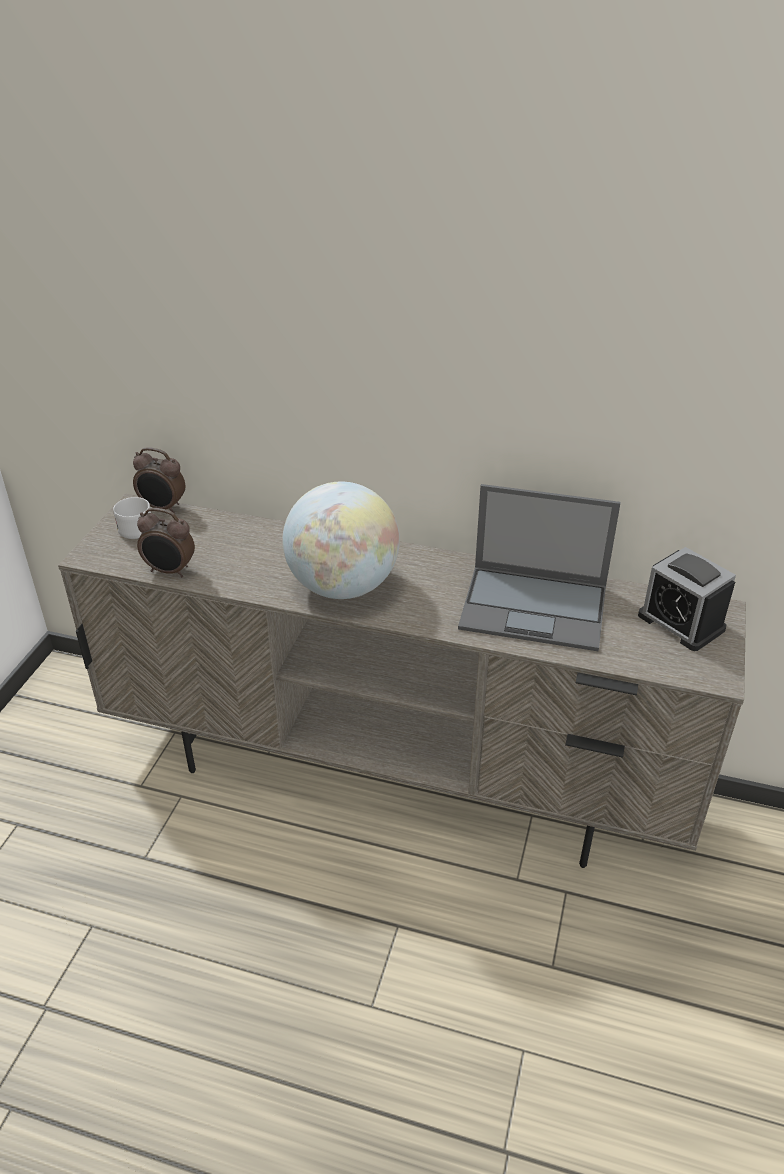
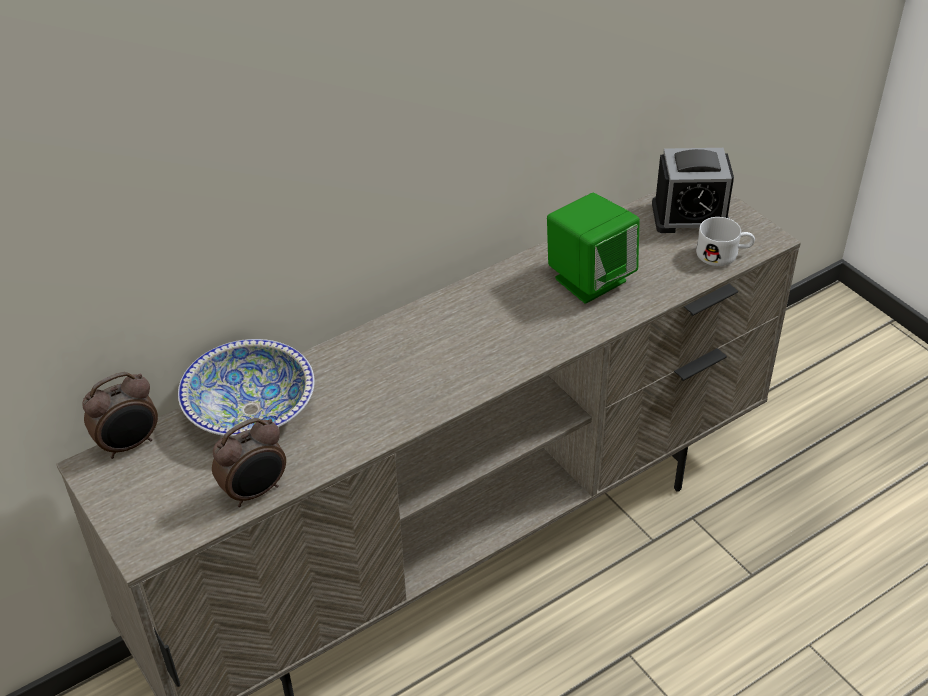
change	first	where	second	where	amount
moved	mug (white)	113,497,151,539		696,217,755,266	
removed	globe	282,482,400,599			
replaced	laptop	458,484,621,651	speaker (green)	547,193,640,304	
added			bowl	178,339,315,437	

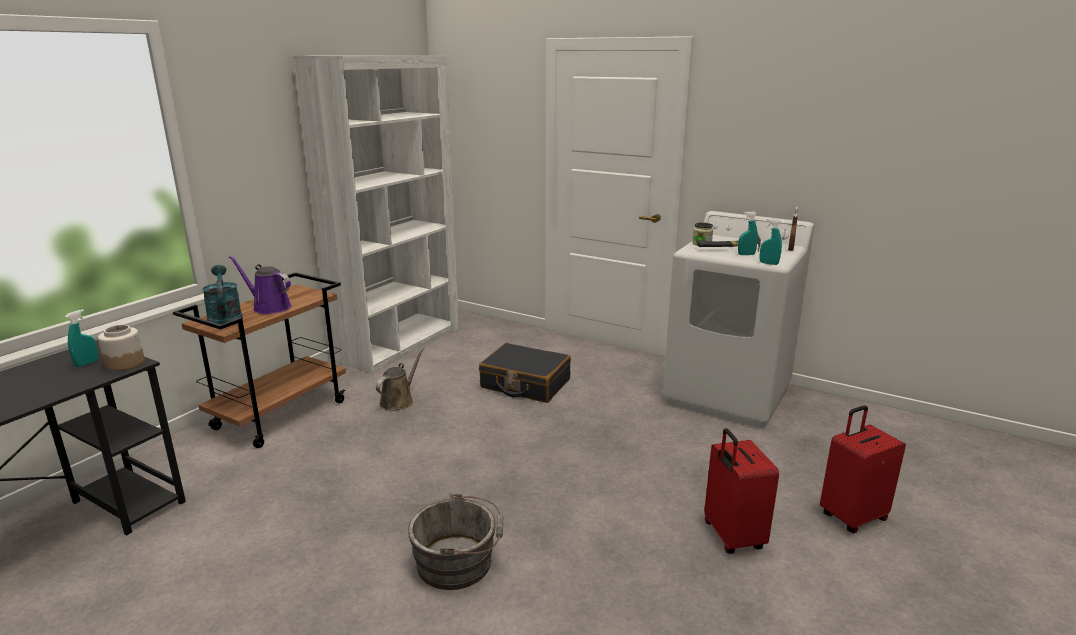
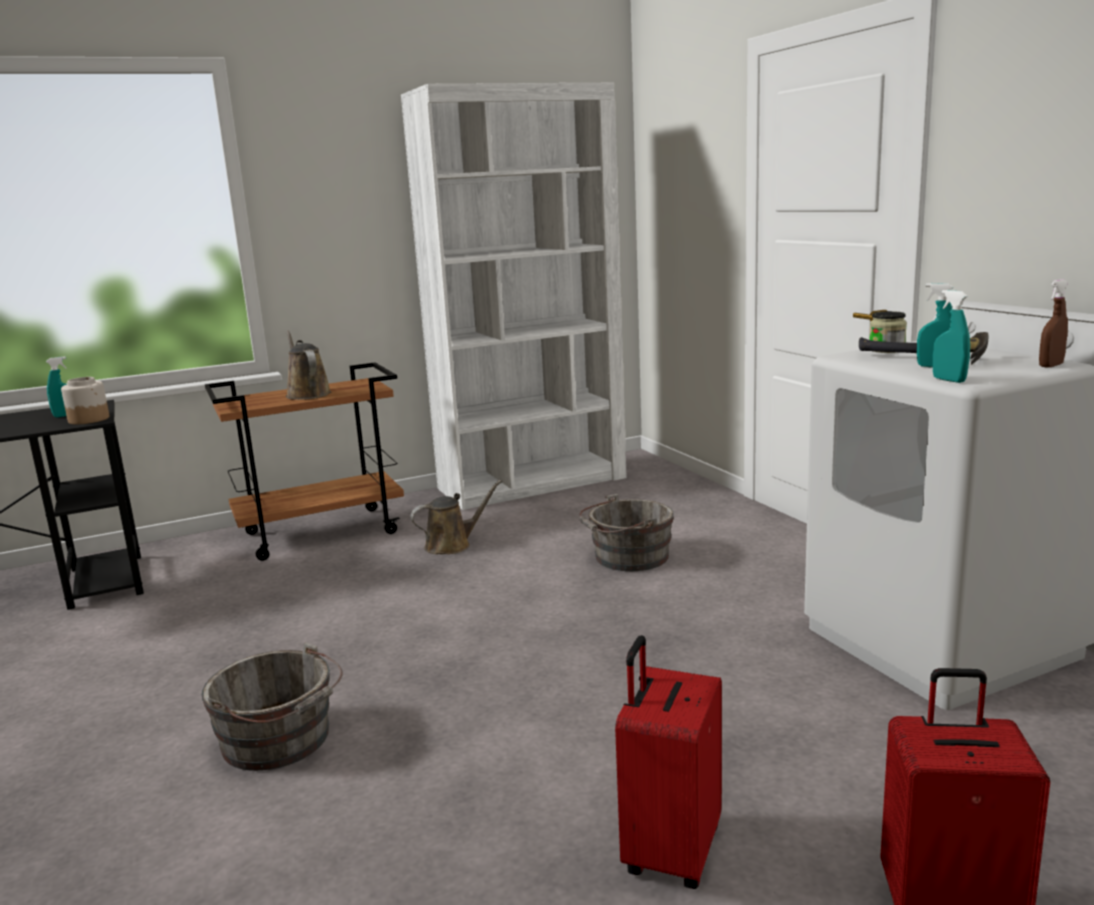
change	first	where	second	where	amount
removed	watering can (turquoise)	202,265,243,324			
recoloured	watering can (purple)	229,256,291,314	watering can (brown)	286,331,332,400	
replaced	suitcase (black)	479,343,571,403	bucket (grey)	580,494,674,571	

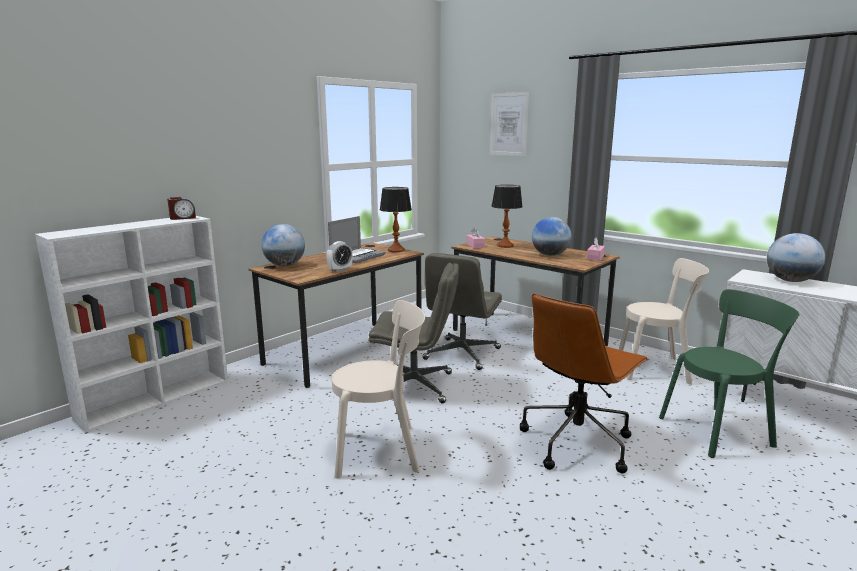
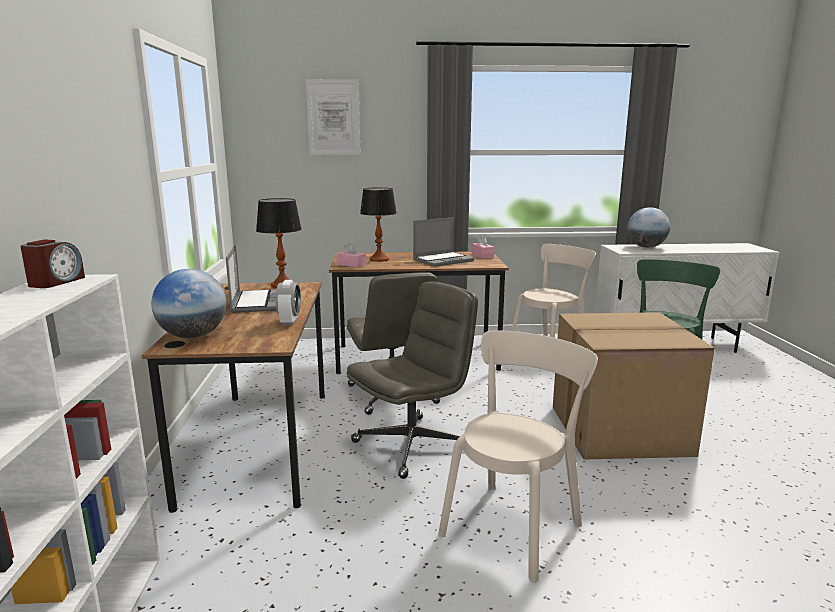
change	first	where	second	where	amount
replaced	office chair (brown)	520,293,649,474	cardboard box	553,312,715,459	
replaced	globe	532,217,571,256	laptop	413,217,475,267	

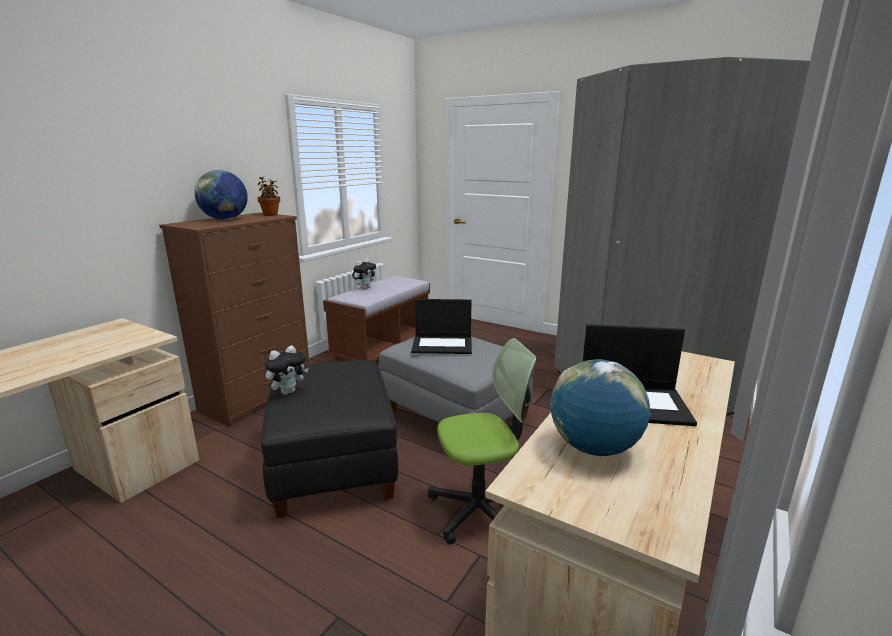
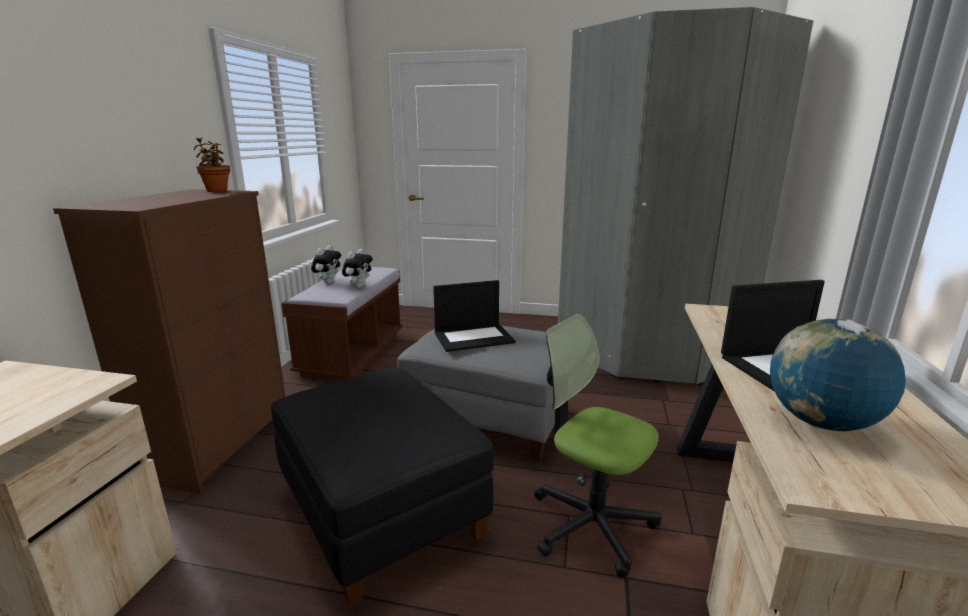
change	first	where	second	where	amount
removed	globe	194,170,248,220			
moved	plush toy	265,346,309,395		342,249,373,288	
turned	office chair	428,338,537,545		534,314,662,578	105 degrees counterclockwise

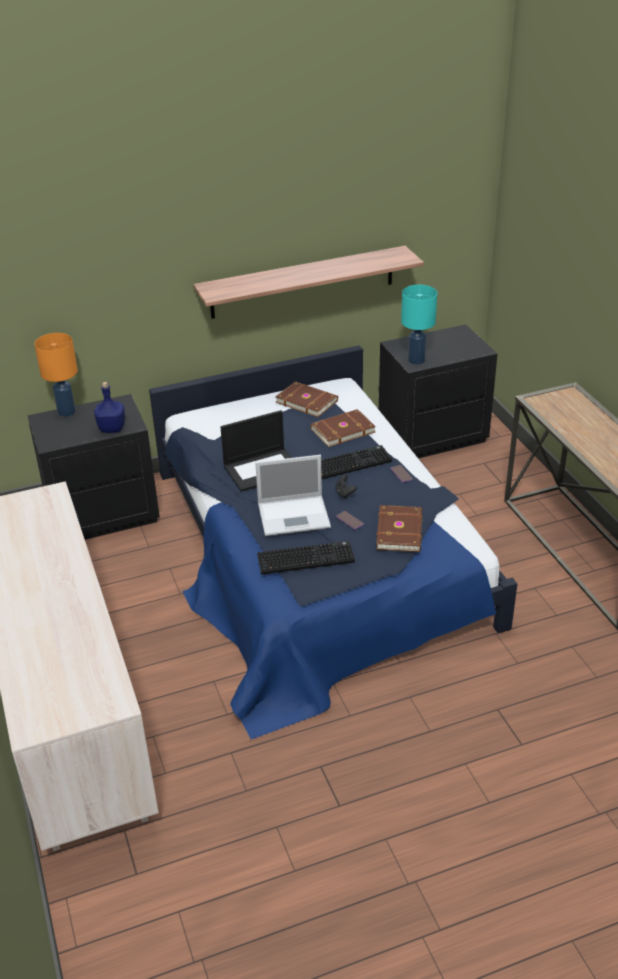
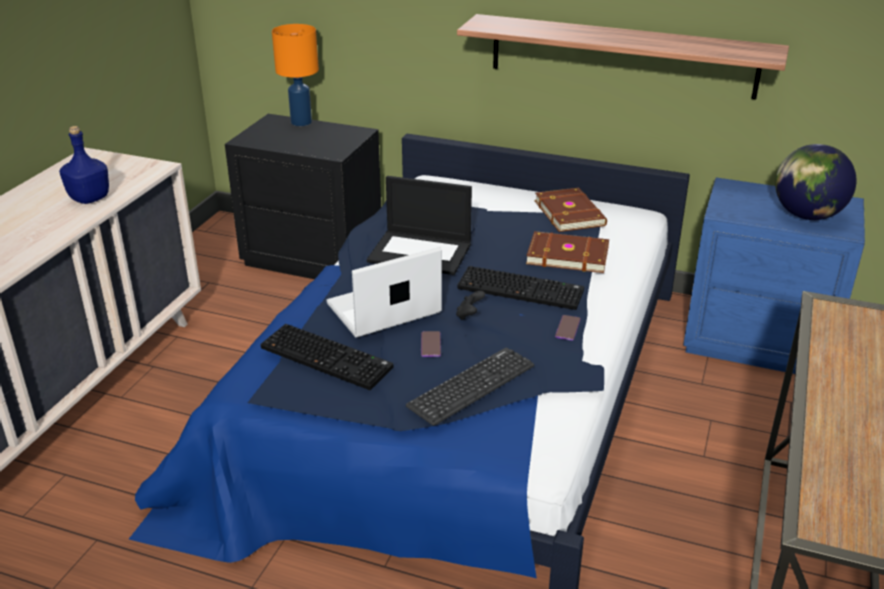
change	first	where	second	where	amount
moved	bottle (blue)	94,382,125,433		59,126,109,204	
turned	laptop	255,455,331,536		327,247,442,337	120 degrees clockwise
replaced	book (brown)	376,505,423,552	keyboard	406,348,534,426	
recoloured	nightstand (black)	379,324,498,458	nightstand (blue)	683,177,865,374	
removed	table lamp (turquoise)	401,285,437,365			
added			globe	775,144,856,220	

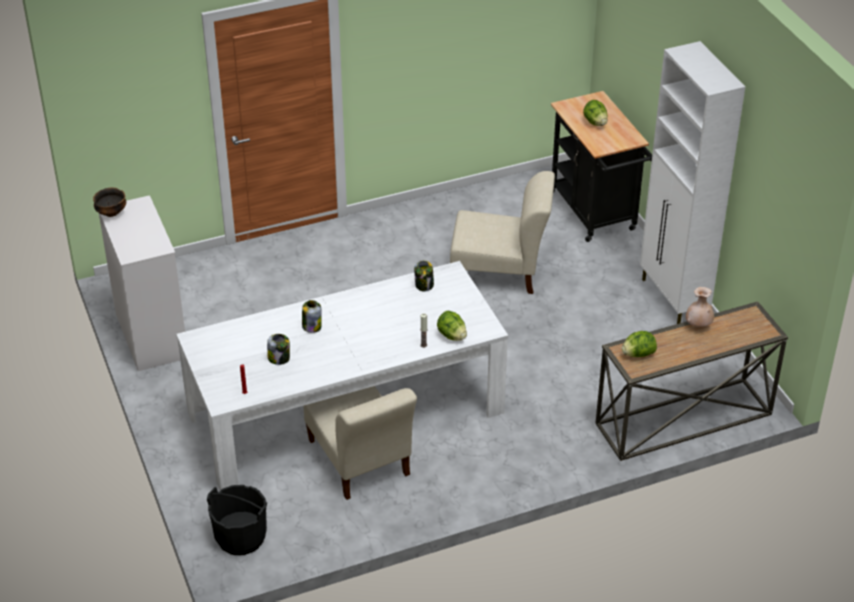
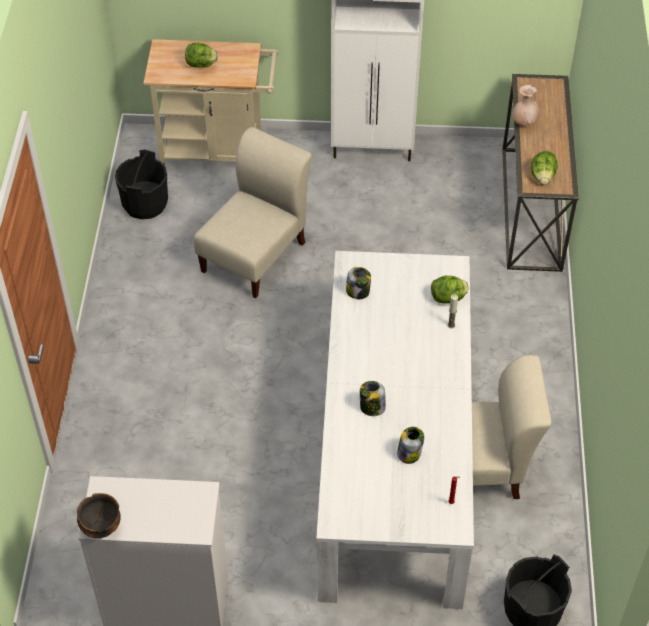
change	first	where	second	where	amount
recoloured	cart (black)	551,91,652,242	cart (beige)	144,39,278,165	
added			bucket (black)	115,149,168,219	

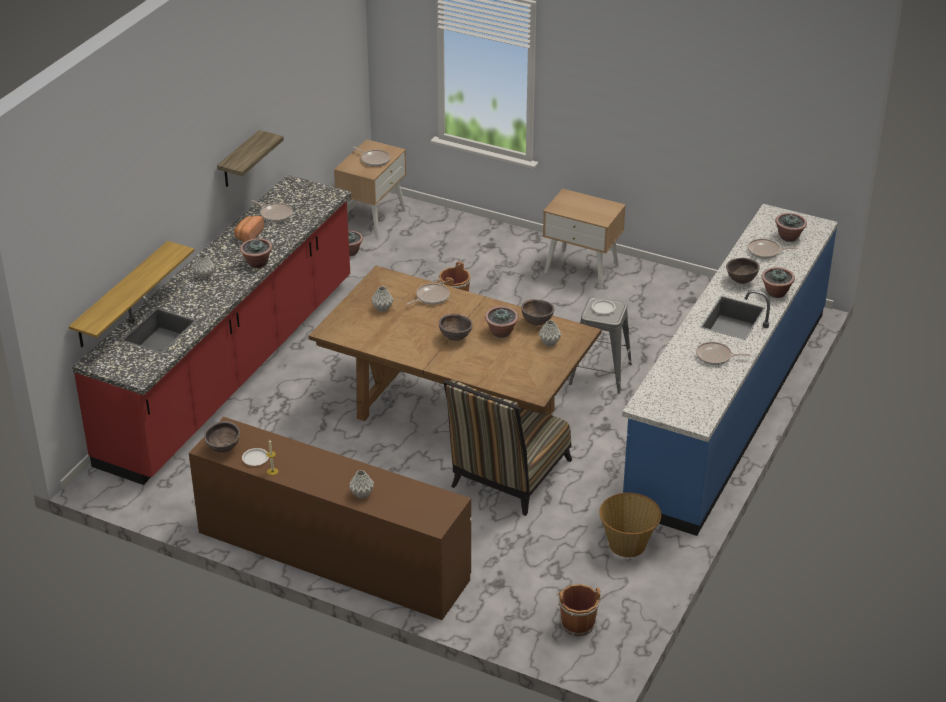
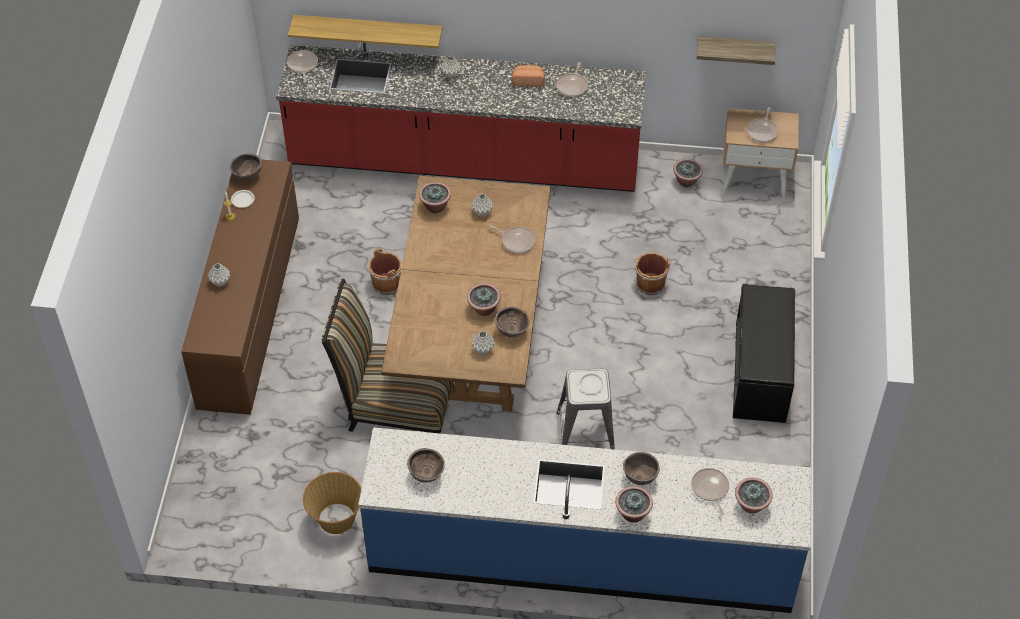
change	first	where	second	where	amount
moved	shelf	217,130,284,187		696,36,776,65	
moved	potted plant	240,238,272,268		419,182,451,213	
moved	bowl (brown)	439,314,473,341		407,448,445,483	
replaced	nightstand (beige)	543,189,626,288	bench (black)	733,284,795,423	
moved	bucket (brown)	557,584,600,636		367,248,402,295	
moved	frying pan	696,342,750,365		287,50,318,82	

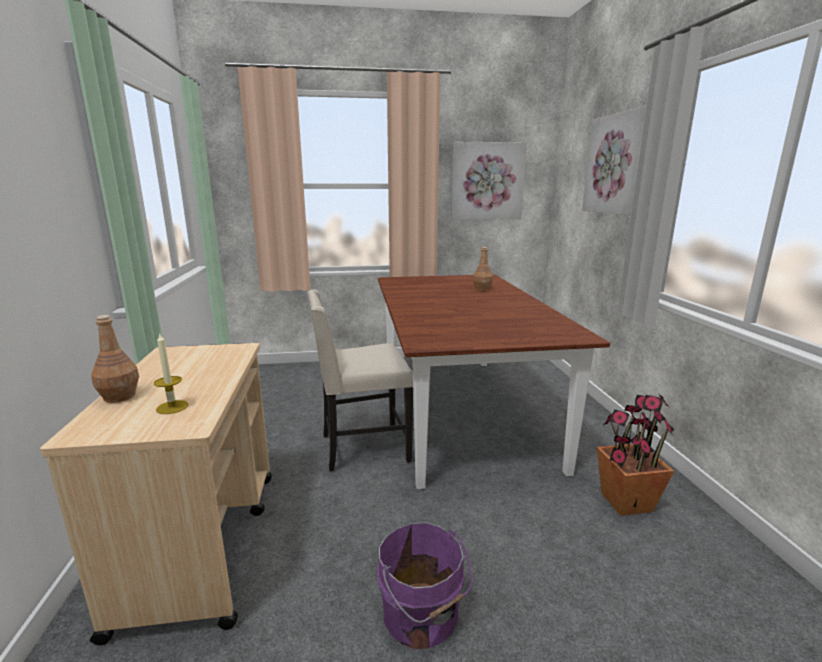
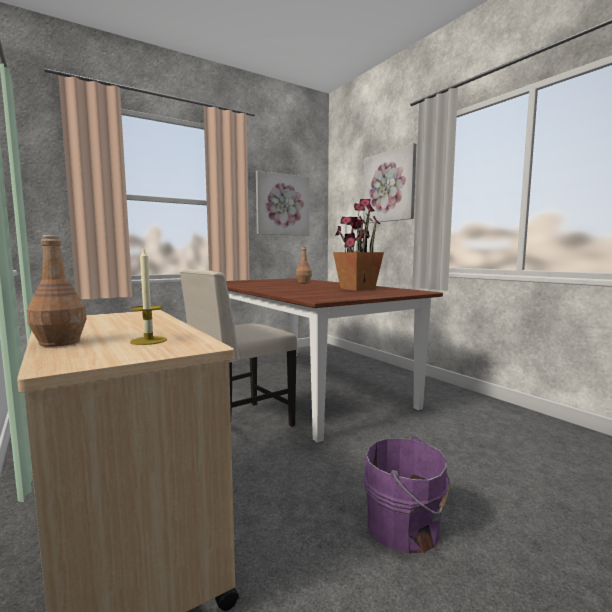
change	first	where	second	where	amount
moved	potted plant	597,393,674,516		333,199,384,291	

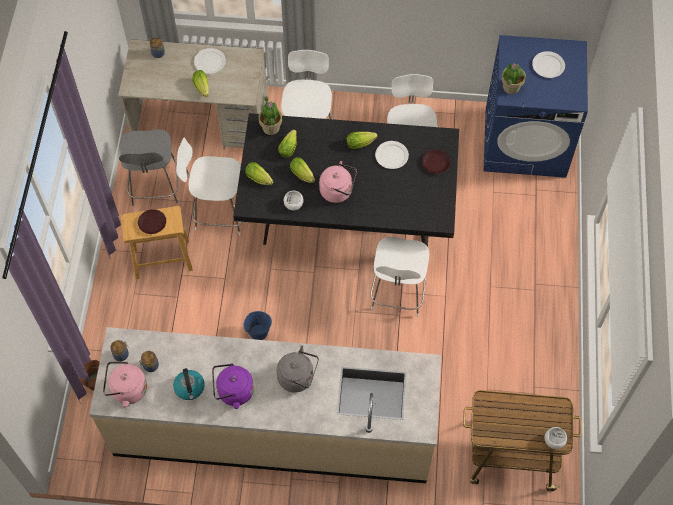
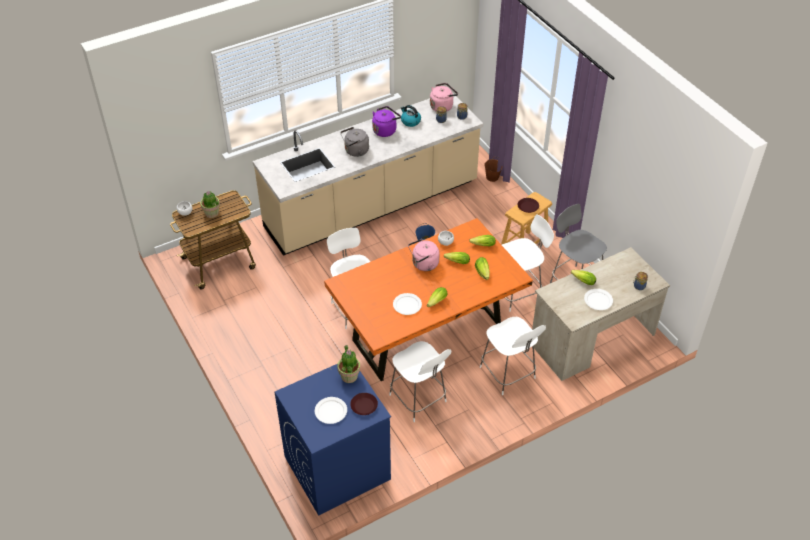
change	first	where	second	where	amount
recoloured	dining table (black)	233,113,459,247	dining table (orange)	324,218,533,381	
moved	potted plant	258,96,282,135		200,191,220,218	
moved	plate (brown)	422,150,450,174		350,393,378,415	

